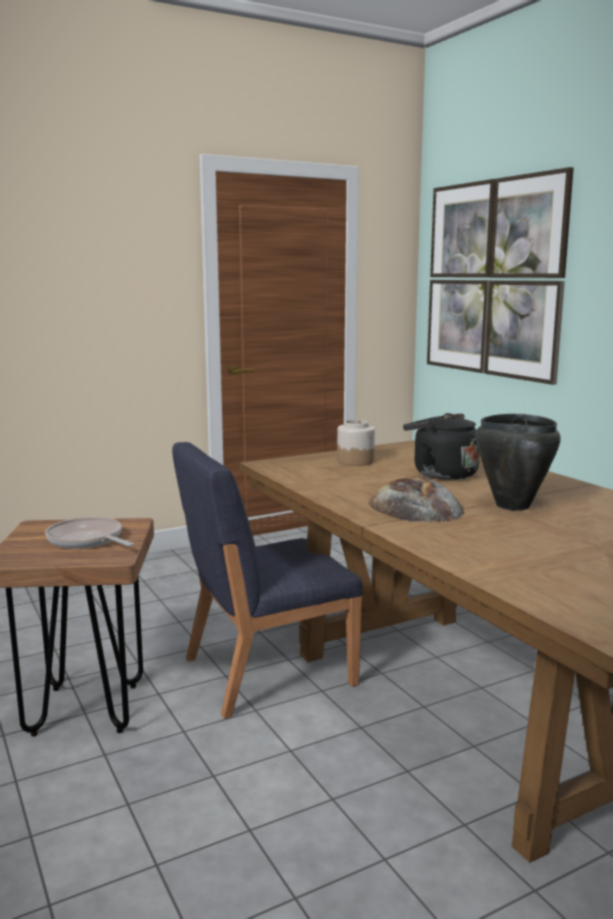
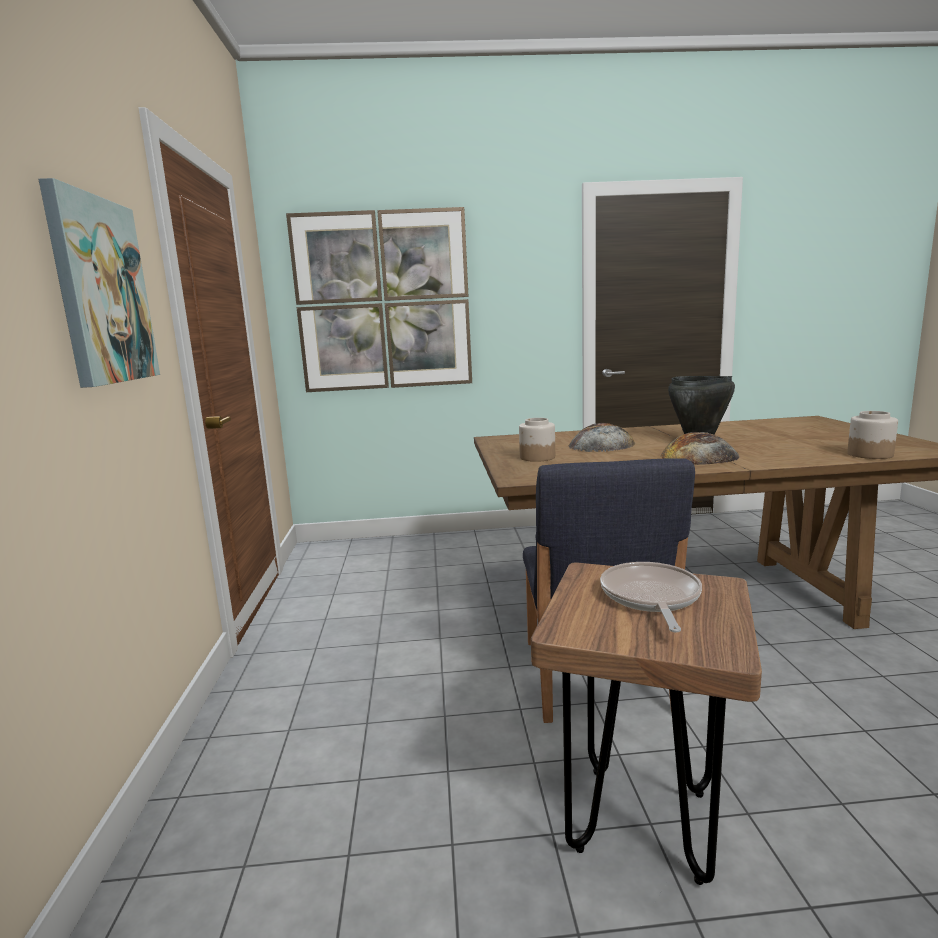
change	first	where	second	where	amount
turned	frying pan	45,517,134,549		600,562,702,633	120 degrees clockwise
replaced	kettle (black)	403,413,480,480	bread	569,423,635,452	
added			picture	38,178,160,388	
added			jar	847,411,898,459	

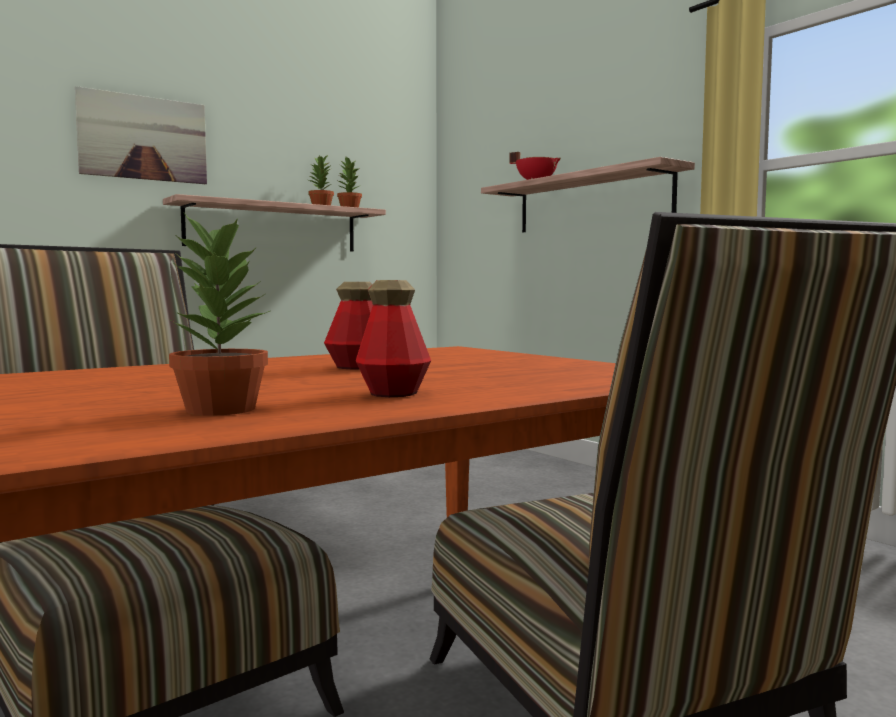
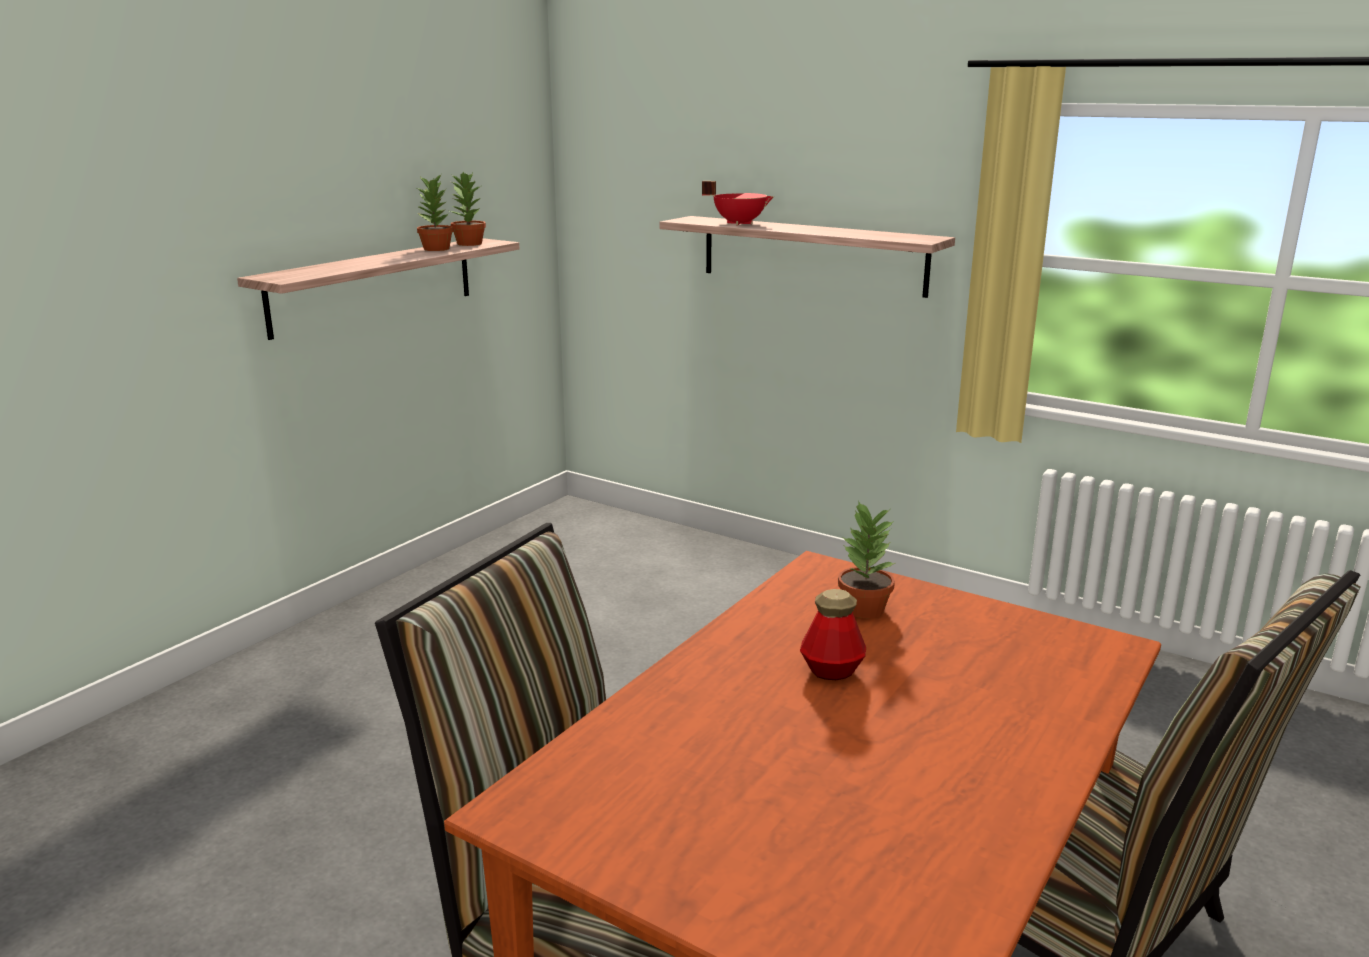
change	first	where	second	where	amount
removed	picture	75,86,207,184			
moved	potted plant	169,213,270,416		838,501,895,618	
removed	bottle	356,280,431,397			

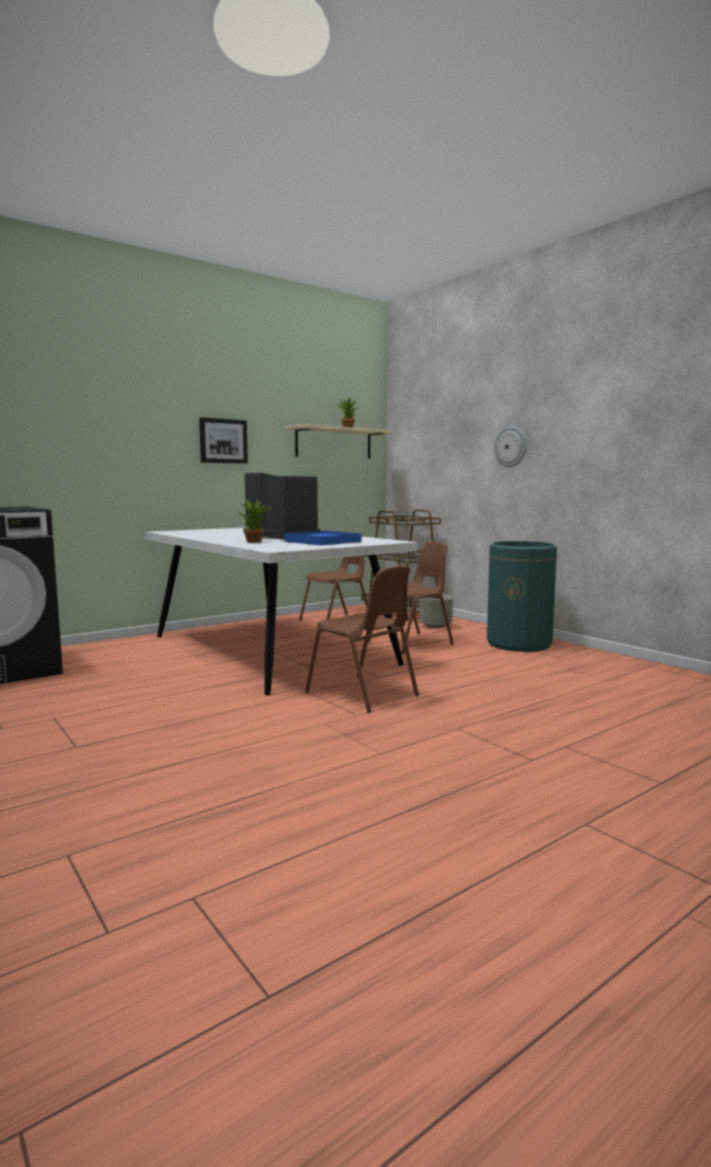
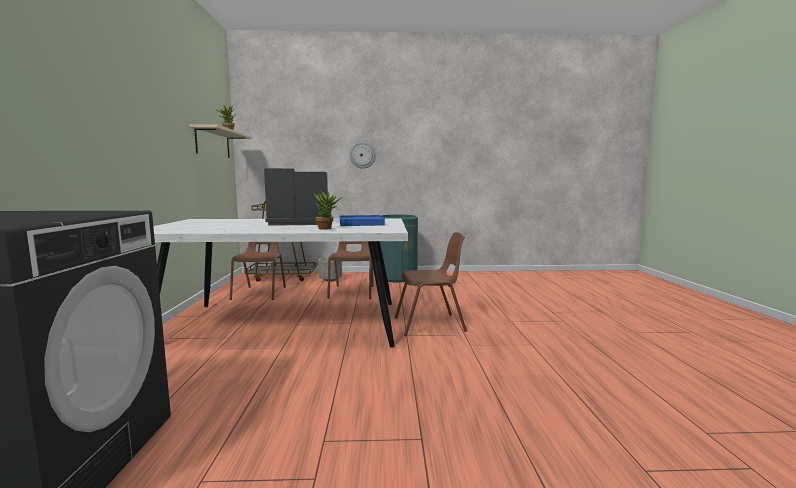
change	first	where	second	where	amount
removed	picture	199,417,248,464			

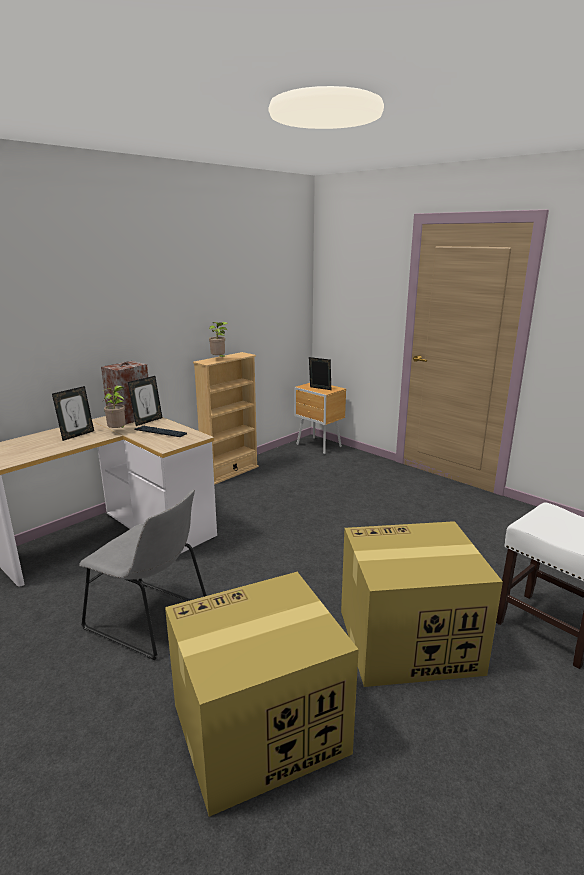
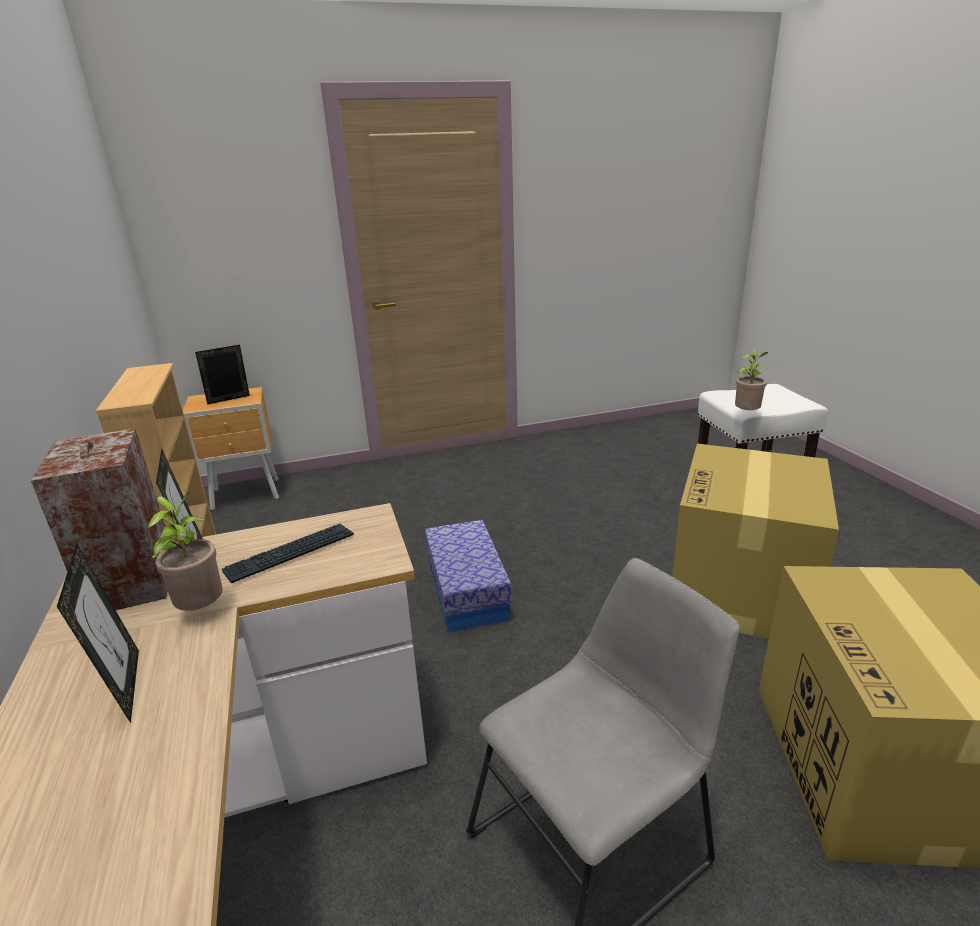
change	first	where	second	where	amount
moved	potted plant	209,322,228,357		735,350,769,410	
added			storage box	425,520,512,632	

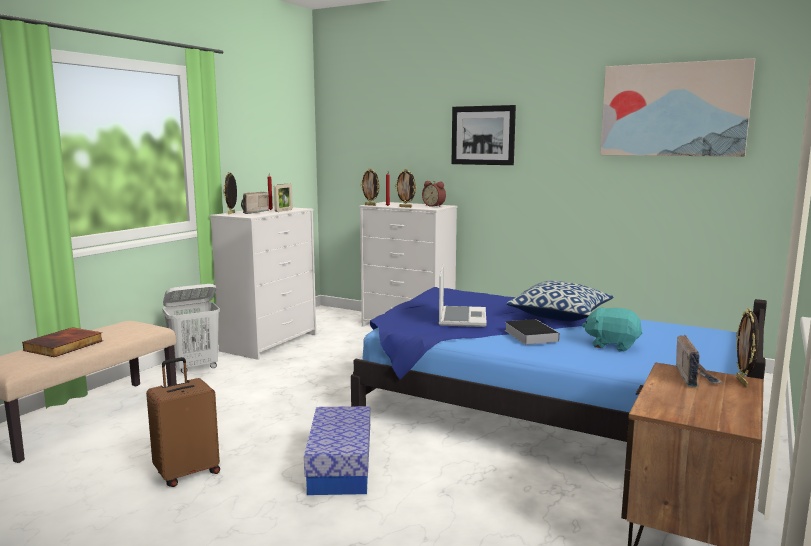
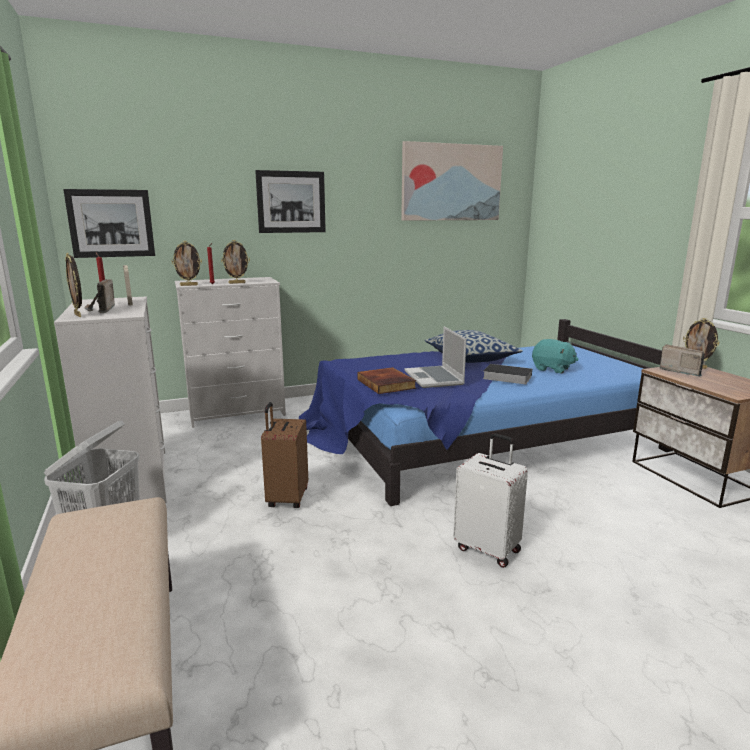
change	first	where	second	where	amount
moved	book	22,327,103,357		357,367,416,394	
moved	suitcase (brown)	146,357,220,487		261,402,308,508	
replaced	storage box	304,406,370,495	suitcase (white)	453,433,528,568	
removed	alarm clock	422,181,446,207			
turned	laptop	439,264,487,327		404,327,467,388	150 degrees counterclockwise
turned	plush toy (turquoise)	582,307,643,351		532,339,579,374	120 degrees counterclockwise
added			picture	63,189,155,258	

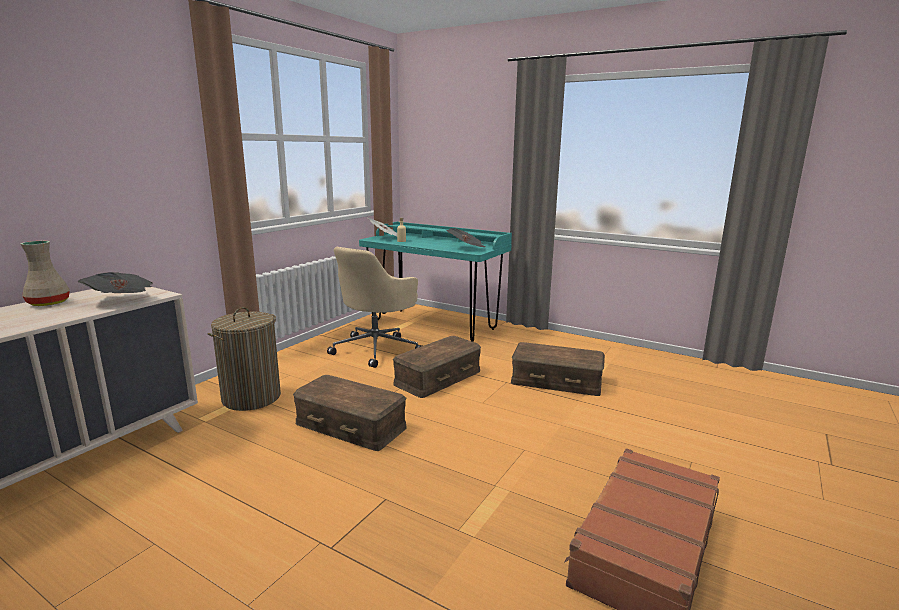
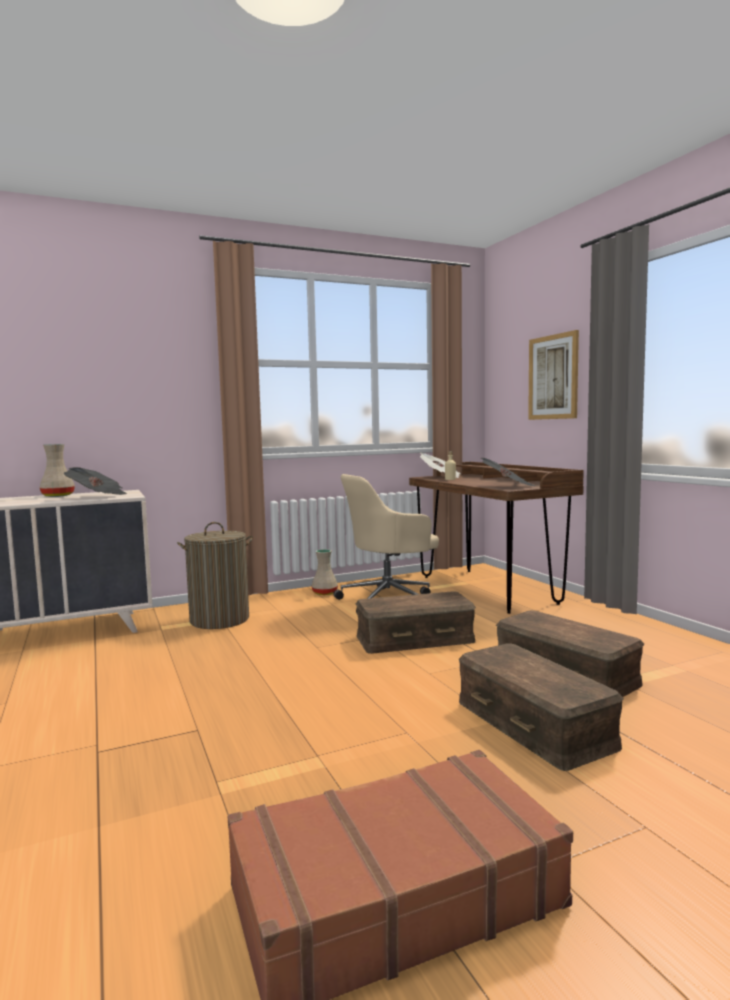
change	first	where	second	where	amount
moved	storage box (brown)	293,375,407,451		459,643,624,771	
recoloured	desk (turquoise)	359,222,512,342	desk (brown)	409,462,584,614	
added			vase (beige)	312,549,338,595	
added			picture	528,330,579,420	

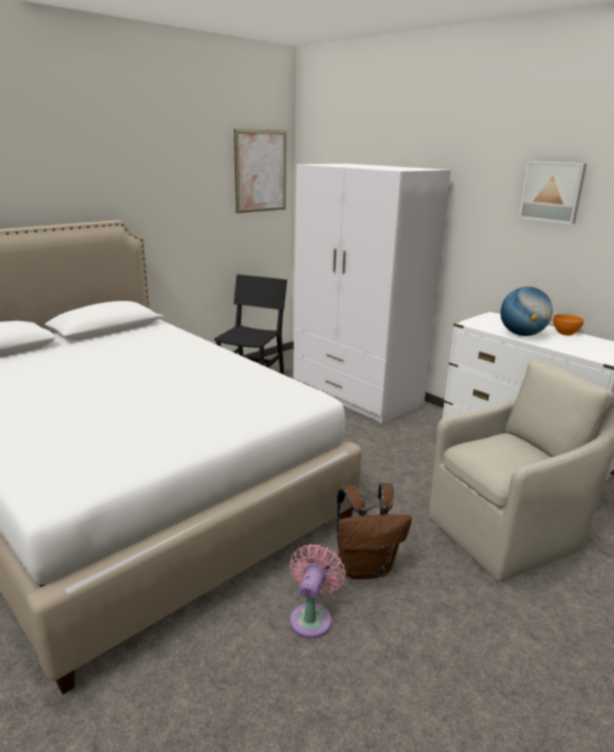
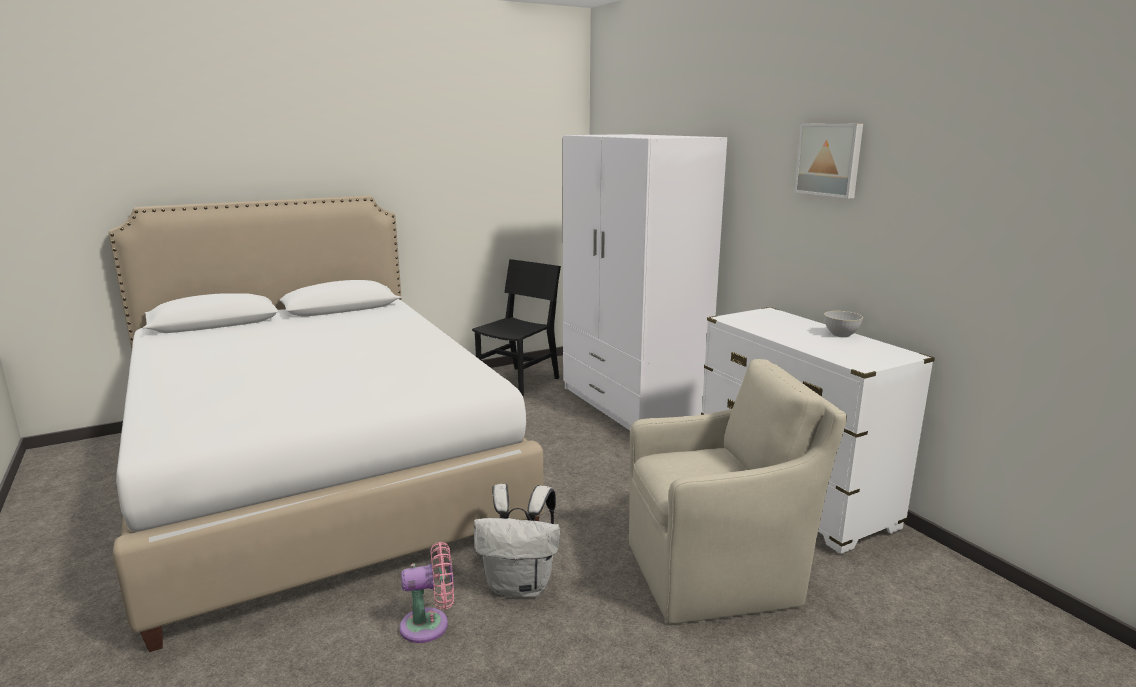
change	first	where	second	where	amount
removed	picture	234,129,287,213			
turned	fan (pink)	290,544,346,638		399,542,454,643	45 degrees clockwise
recoloured	backpack (brown)	337,482,412,580	backpack (white)	474,484,560,598	
removed	globe	500,287,553,336			
recoloured	bowl (orange)	553,314,584,336	bowl (grey)	824,311,863,337	

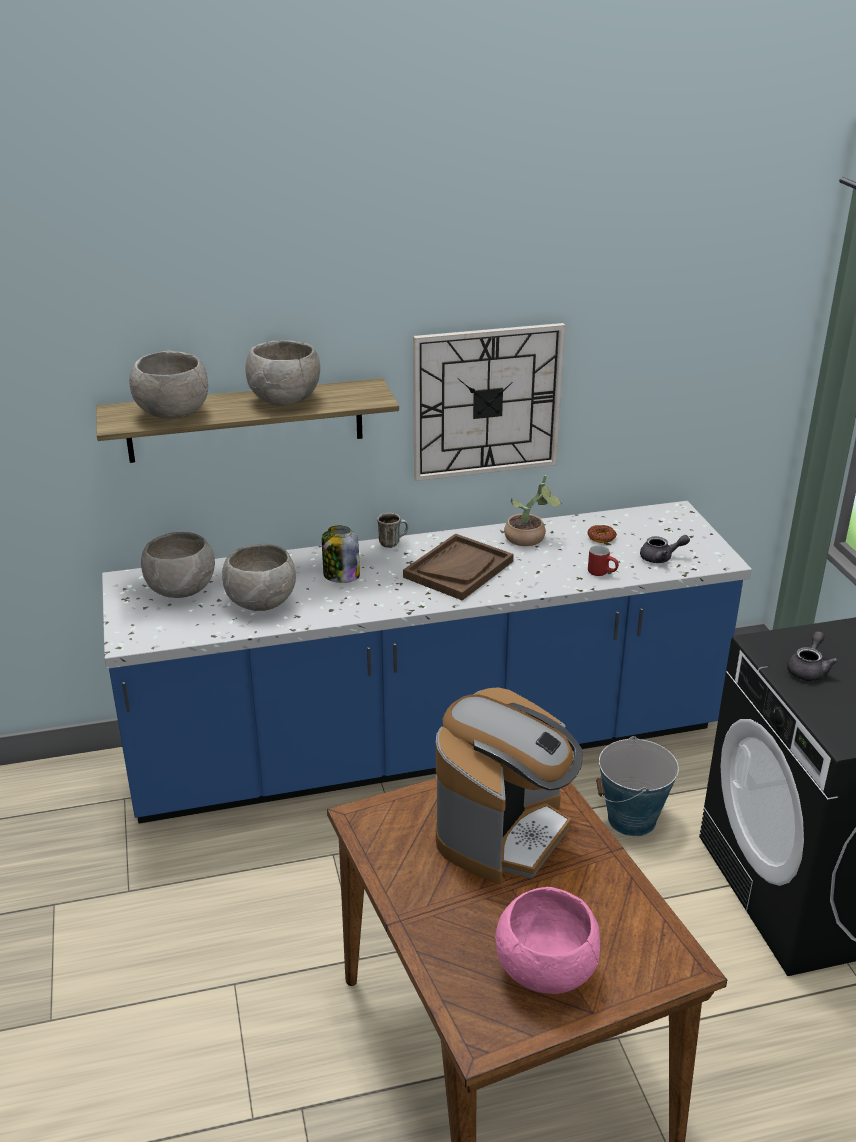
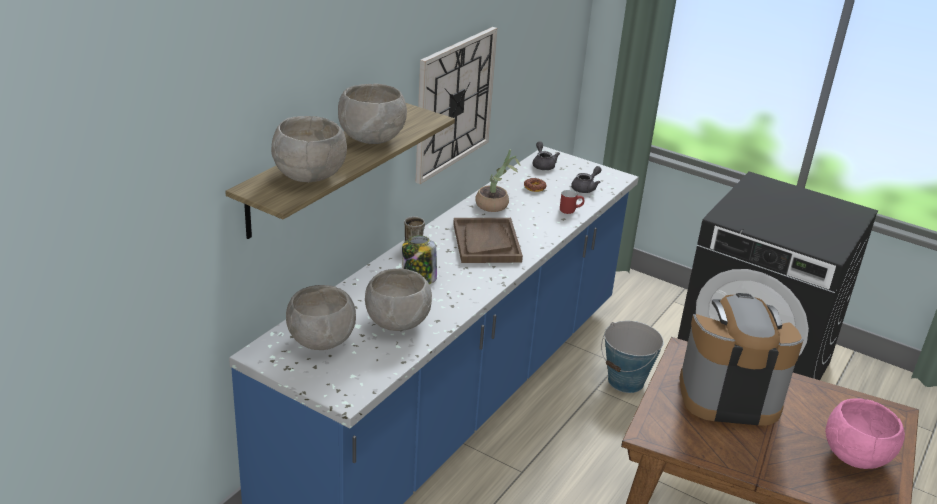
change	first	where	second	where	amount
turned	coffee machine	436,687,583,884		679,293,803,426	75 degrees counterclockwise
moved	teapot (grey)	787,631,838,681		533,141,560,170	

